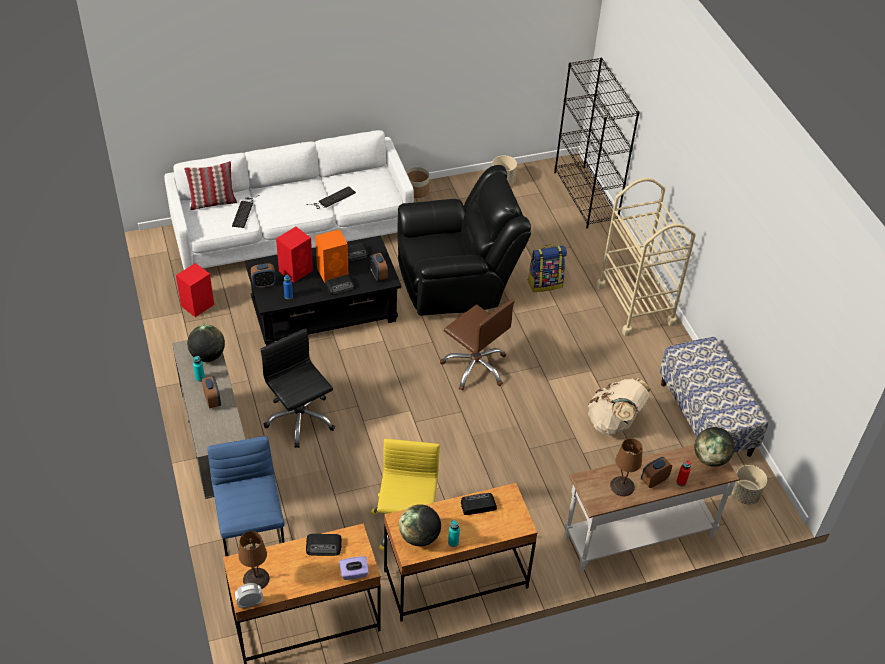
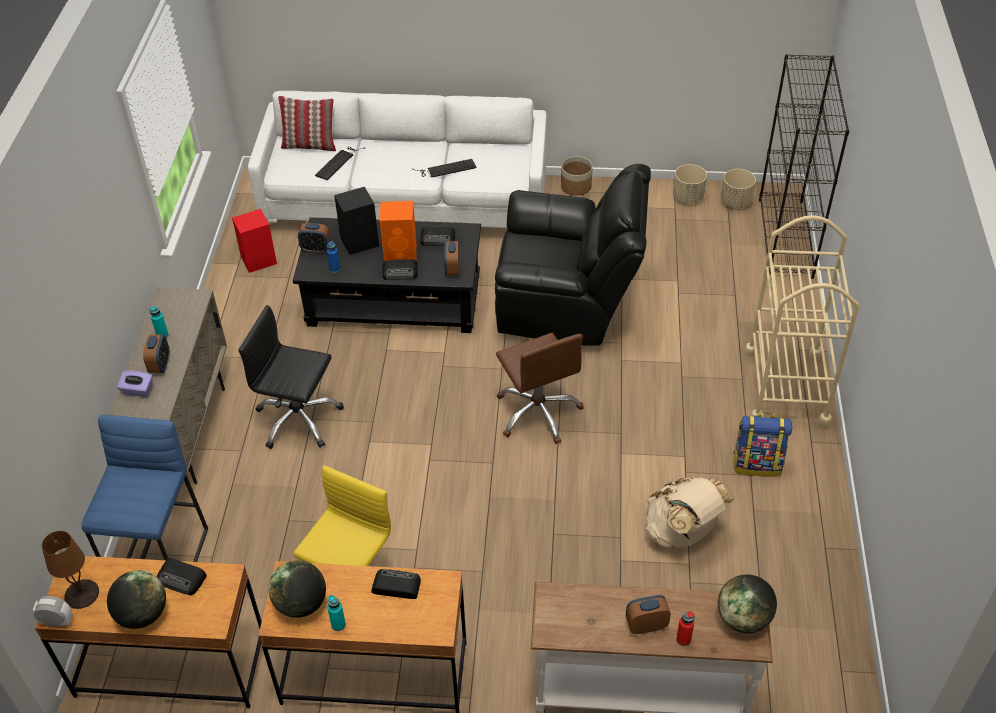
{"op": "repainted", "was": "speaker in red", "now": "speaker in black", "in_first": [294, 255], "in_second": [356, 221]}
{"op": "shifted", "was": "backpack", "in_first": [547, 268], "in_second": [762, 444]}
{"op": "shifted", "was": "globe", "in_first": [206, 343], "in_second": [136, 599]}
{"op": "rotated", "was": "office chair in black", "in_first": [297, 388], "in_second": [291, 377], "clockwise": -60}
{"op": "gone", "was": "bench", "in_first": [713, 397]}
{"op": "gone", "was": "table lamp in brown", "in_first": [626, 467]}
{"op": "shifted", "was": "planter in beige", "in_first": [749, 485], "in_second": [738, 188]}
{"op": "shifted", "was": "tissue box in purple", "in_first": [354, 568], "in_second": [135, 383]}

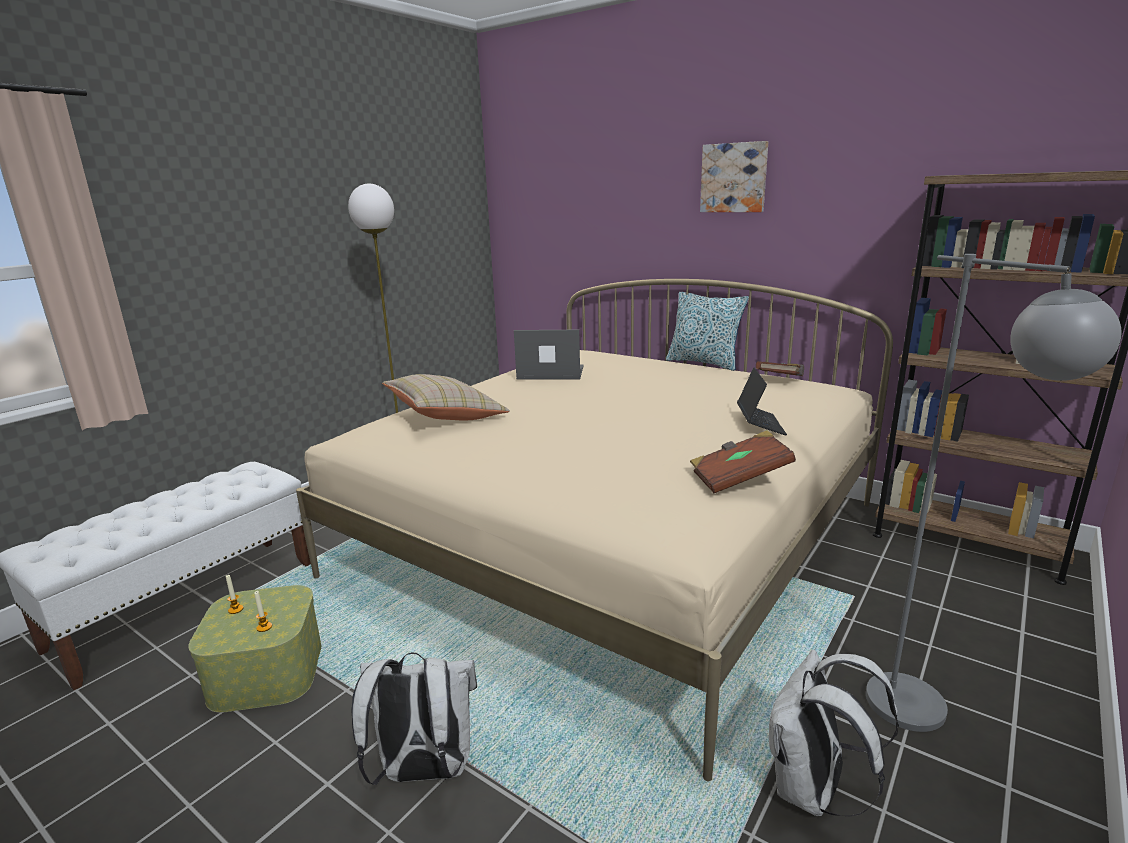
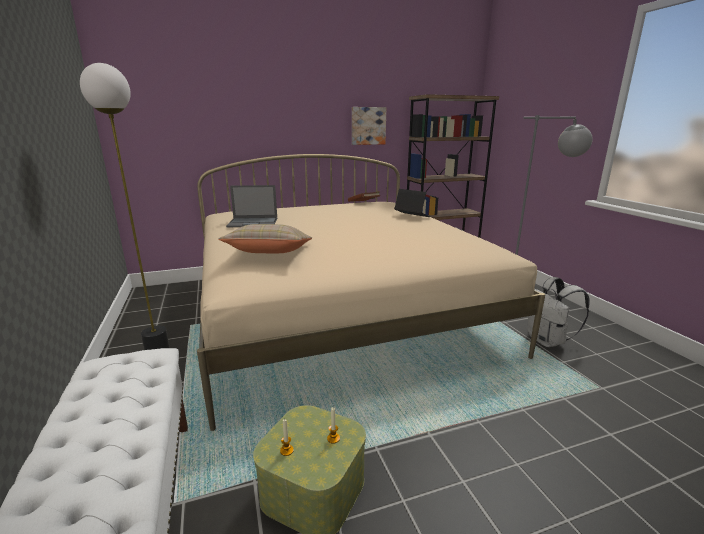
{"op": "shifted", "was": "picture", "in_first": [734, 176], "in_second": [369, 126]}
{"op": "gone", "was": "pillow", "in_first": [707, 331]}
{"op": "rotated", "was": "laptop", "in_first": [549, 355], "in_second": [251, 206], "clockwise": -135}
{"op": "gone", "was": "book in brown", "in_first": [743, 461]}
{"op": "gone", "was": "backpack in white", "in_first": [414, 718]}

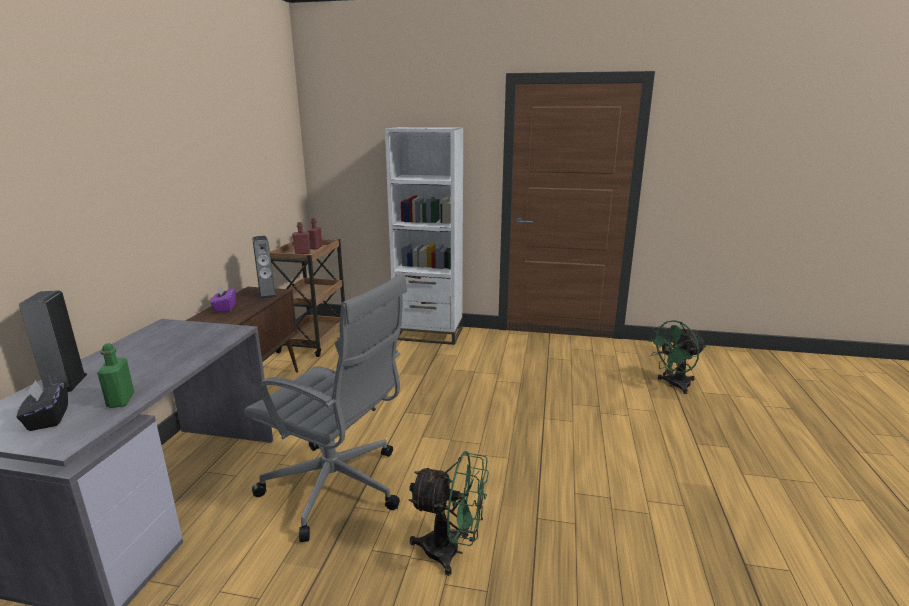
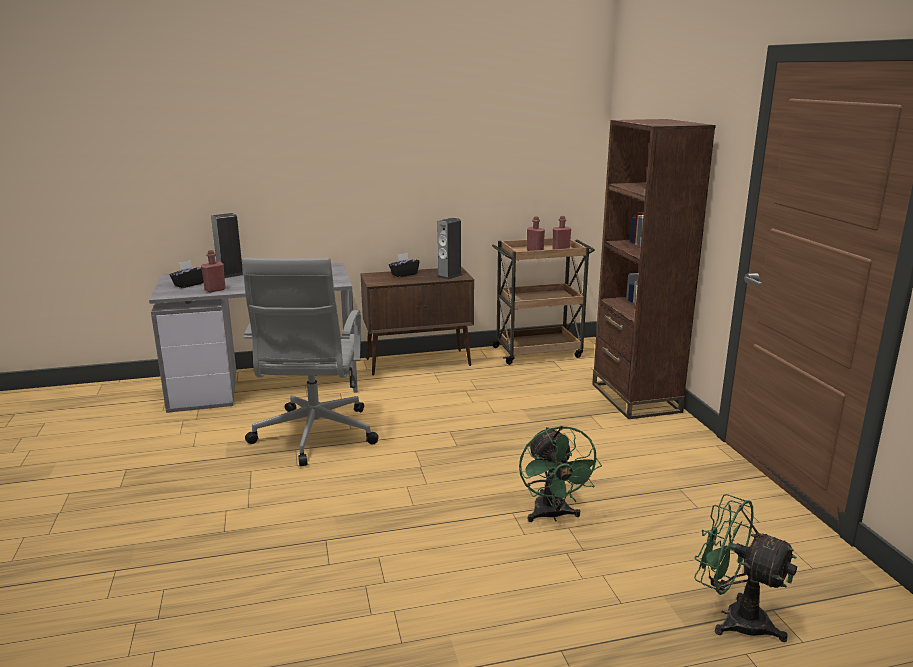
{"op": "repainted", "was": "bookcase in white", "now": "bookcase in brown", "in_first": [424, 236], "in_second": [654, 269]}
{"op": "repainted", "was": "tissue box in purple", "now": "tissue box in black", "in_first": [223, 299], "in_second": [404, 265]}
{"op": "repainted", "was": "bottle in green", "now": "bottle in red", "in_first": [115, 375], "in_second": [213, 271]}
{"op": "shifted", "was": "fan in green", "in_first": [449, 513], "in_second": [560, 474]}

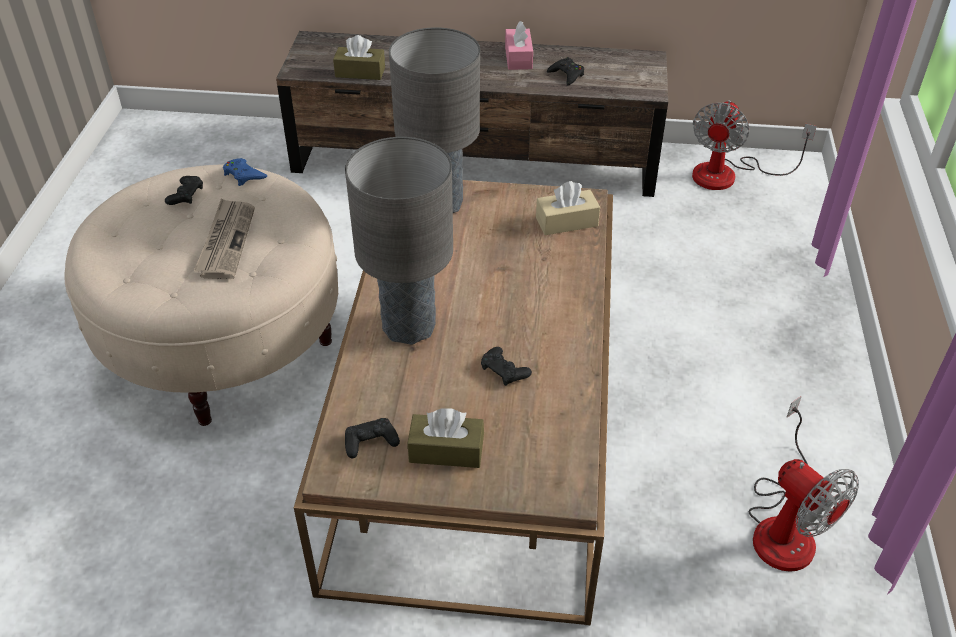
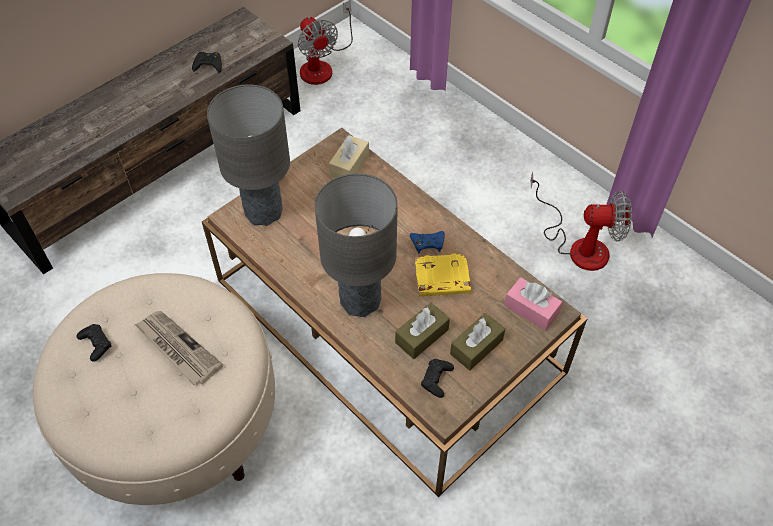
{"op": "shifted", "was": "tissue box in pink", "in_first": [519, 45], "in_second": [533, 304]}
{"op": "shifted", "was": "tissue box in brown", "in_first": [359, 57], "in_second": [422, 331]}
{"op": "shifted", "was": "game controller in blue", "in_first": [245, 172], "in_second": [427, 242]}
{"op": "swapped", "was": "game controller in black", "now": "book in yellow", "in_first": [506, 366], "in_second": [442, 275]}

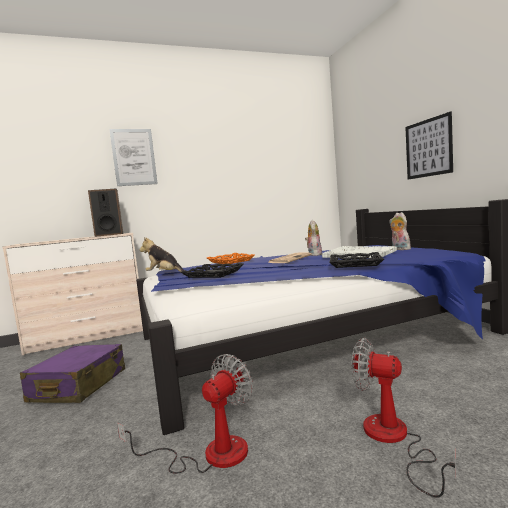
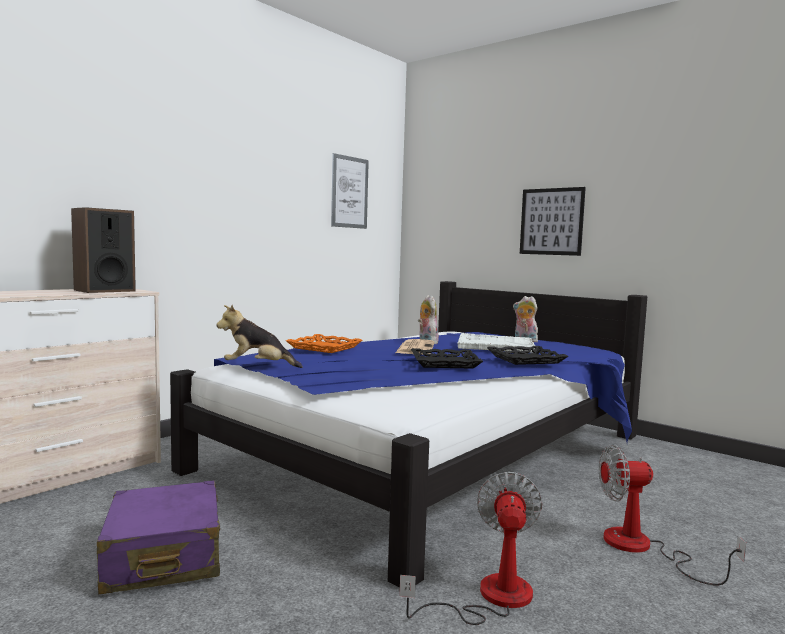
{"op": "shifted", "was": "picture", "in_first": [133, 157], "in_second": [350, 191]}
{"op": "shifted", "was": "tray in black", "in_first": [212, 270], "in_second": [447, 358]}

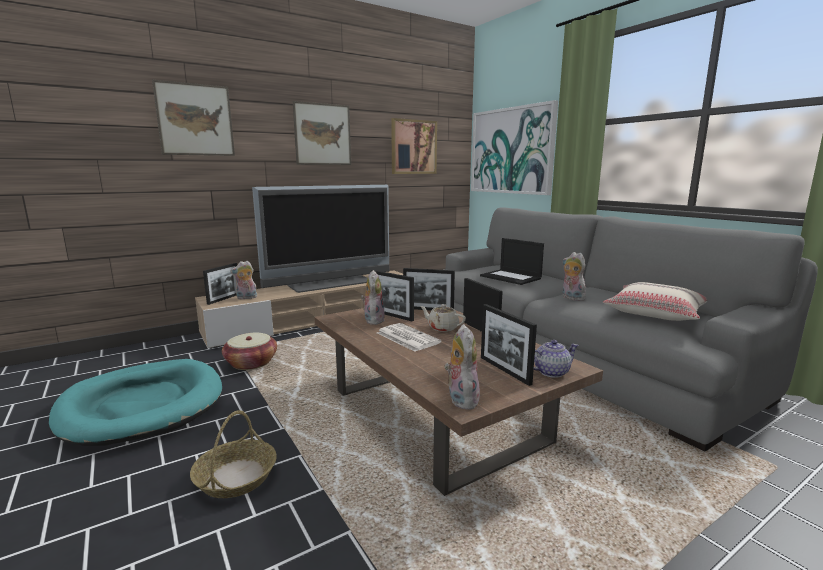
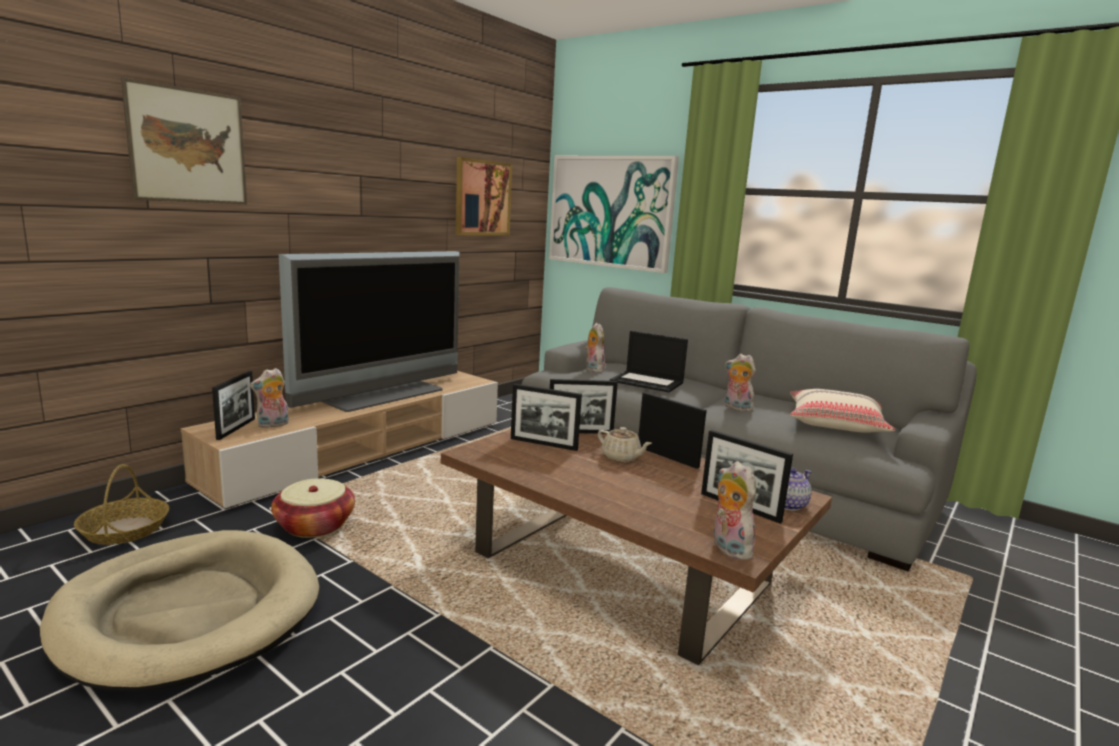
{"op": "gone", "was": "picture", "in_first": [322, 133]}
{"op": "shifted", "was": "plush toy", "in_first": [373, 297], "in_second": [595, 348]}
{"op": "rotated", "was": "teapot in beige", "in_first": [443, 318], "in_second": [625, 444], "clockwise": -150}
{"op": "gone", "was": "newspaper", "in_first": [409, 337]}
{"op": "repainted", "was": "dog bed in turquoise", "now": "dog bed in beige", "in_first": [135, 402], "in_second": [179, 610]}
{"op": "shifted", "was": "basket", "in_first": [233, 454], "in_second": [121, 504]}

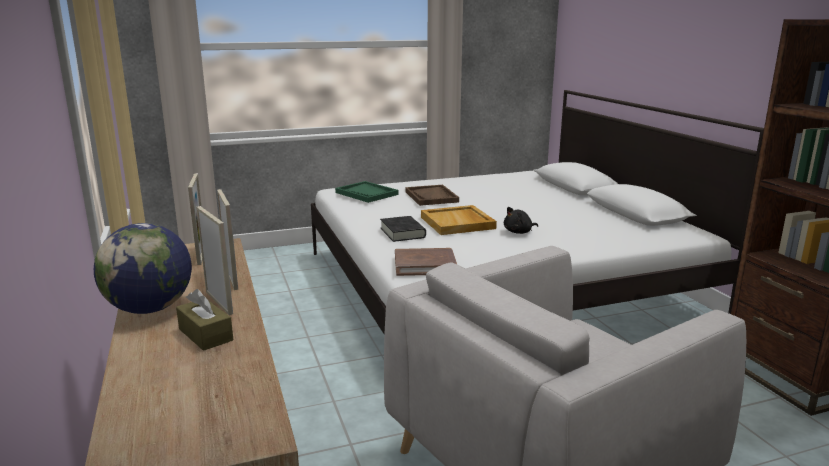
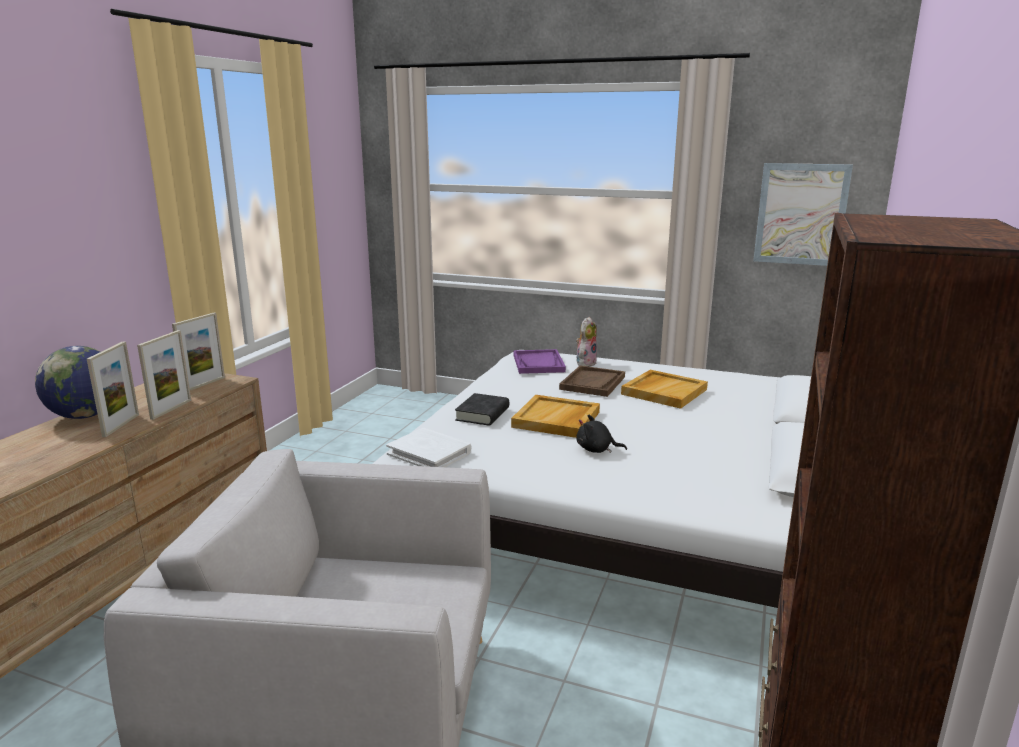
{"op": "repainted", "was": "tray in green", "now": "tray in purple", "in_first": [366, 192], "in_second": [540, 361]}
{"op": "repainted", "was": "book in brown", "now": "book in white", "in_first": [426, 262], "in_second": [429, 447]}
{"op": "gone", "was": "tissue box in brown", "in_first": [204, 320]}
{"op": "new", "now": "picture", "in_second": [803, 214]}
{"op": "new", "now": "plush toy", "in_second": [586, 342]}
{"op": "new", "now": "tray in beige", "in_second": [664, 389]}

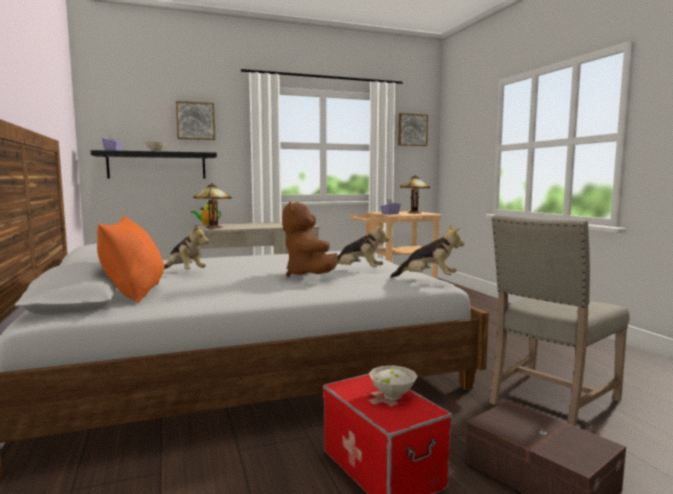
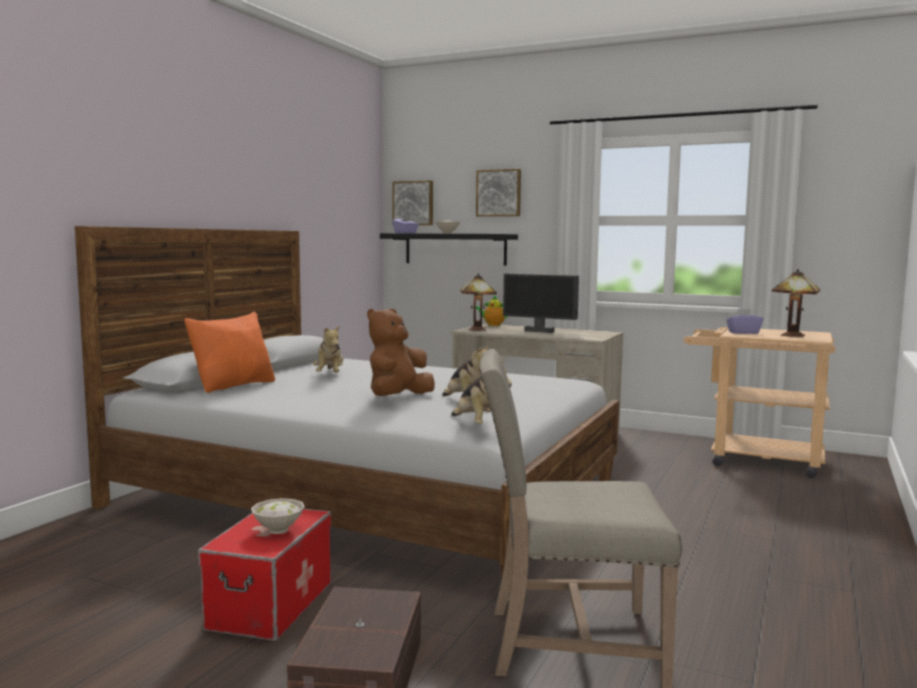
{"op": "shifted", "was": "picture", "in_first": [413, 129], "in_second": [412, 202]}
{"op": "new", "now": "monitor", "in_second": [541, 303]}

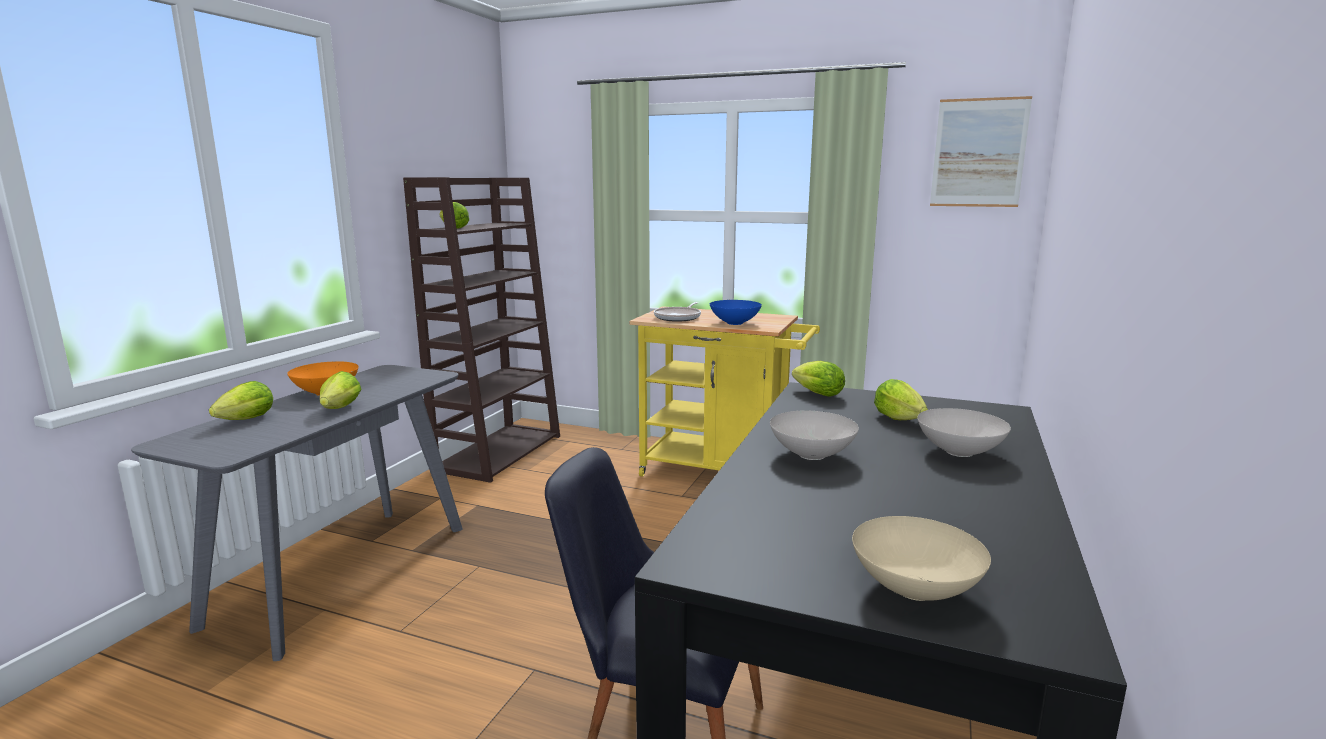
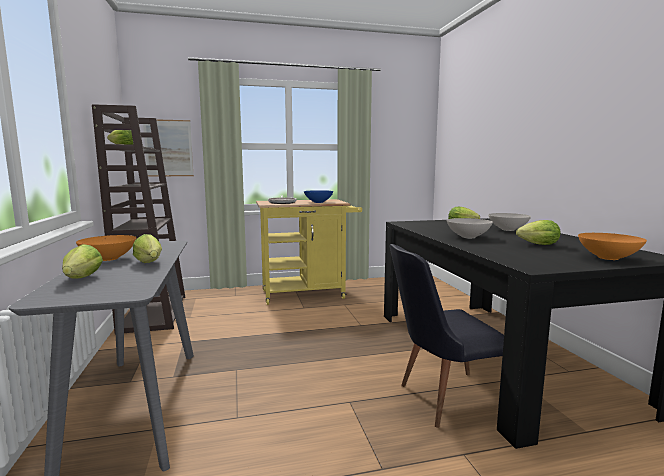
{"op": "shifted", "was": "picture", "in_first": [981, 151], "in_second": [168, 148]}
{"op": "shifted", "was": "lettuce", "in_first": [818, 378], "in_second": [538, 232]}
{"op": "repainted", "was": "bowl in beige", "now": "bowl in orange", "in_first": [921, 558], "in_second": [612, 246]}

